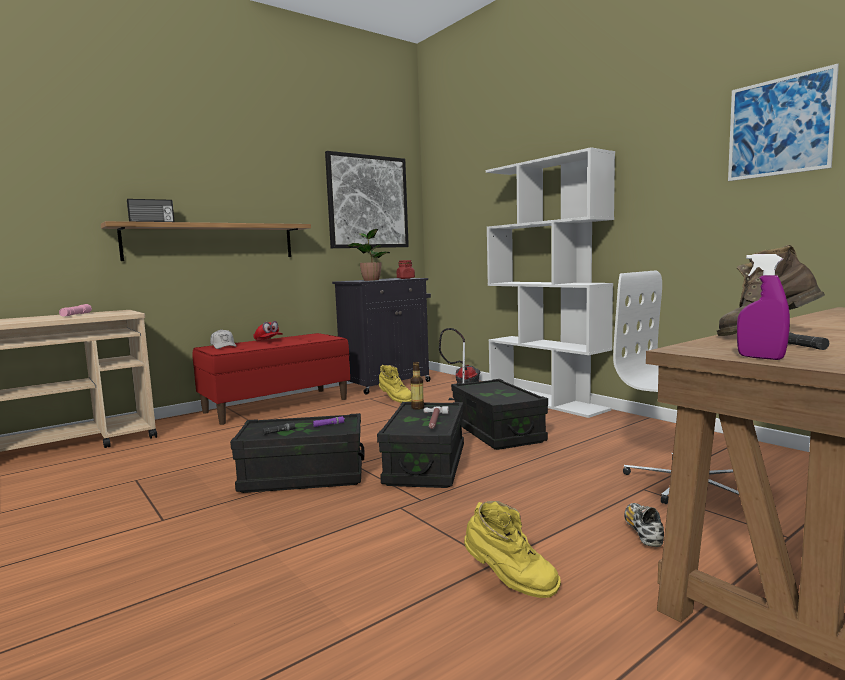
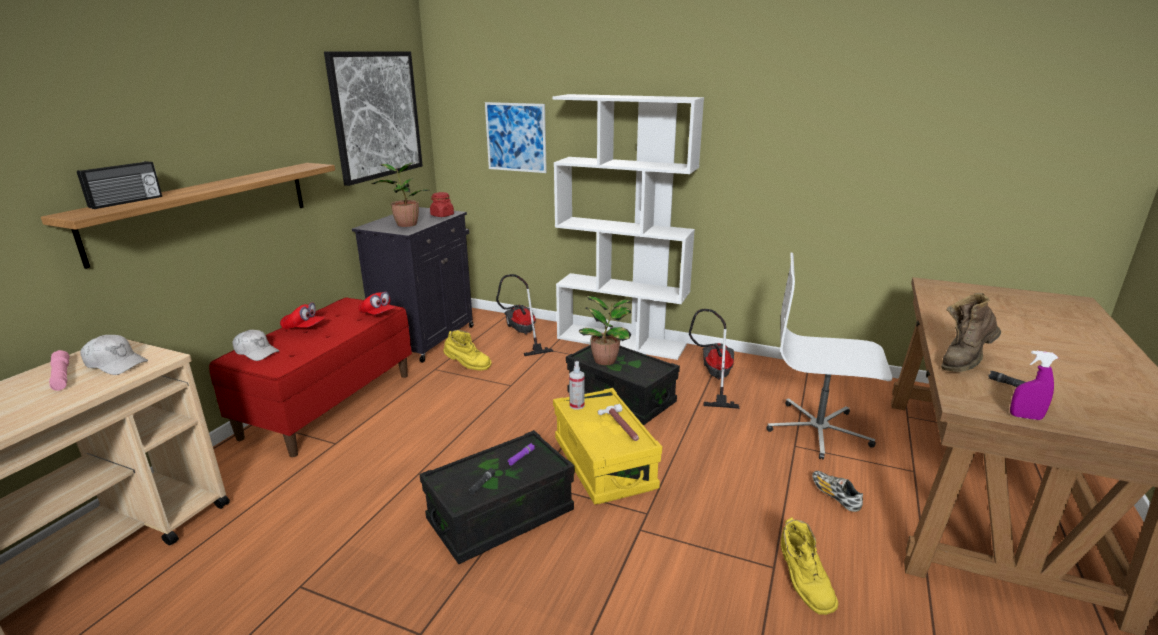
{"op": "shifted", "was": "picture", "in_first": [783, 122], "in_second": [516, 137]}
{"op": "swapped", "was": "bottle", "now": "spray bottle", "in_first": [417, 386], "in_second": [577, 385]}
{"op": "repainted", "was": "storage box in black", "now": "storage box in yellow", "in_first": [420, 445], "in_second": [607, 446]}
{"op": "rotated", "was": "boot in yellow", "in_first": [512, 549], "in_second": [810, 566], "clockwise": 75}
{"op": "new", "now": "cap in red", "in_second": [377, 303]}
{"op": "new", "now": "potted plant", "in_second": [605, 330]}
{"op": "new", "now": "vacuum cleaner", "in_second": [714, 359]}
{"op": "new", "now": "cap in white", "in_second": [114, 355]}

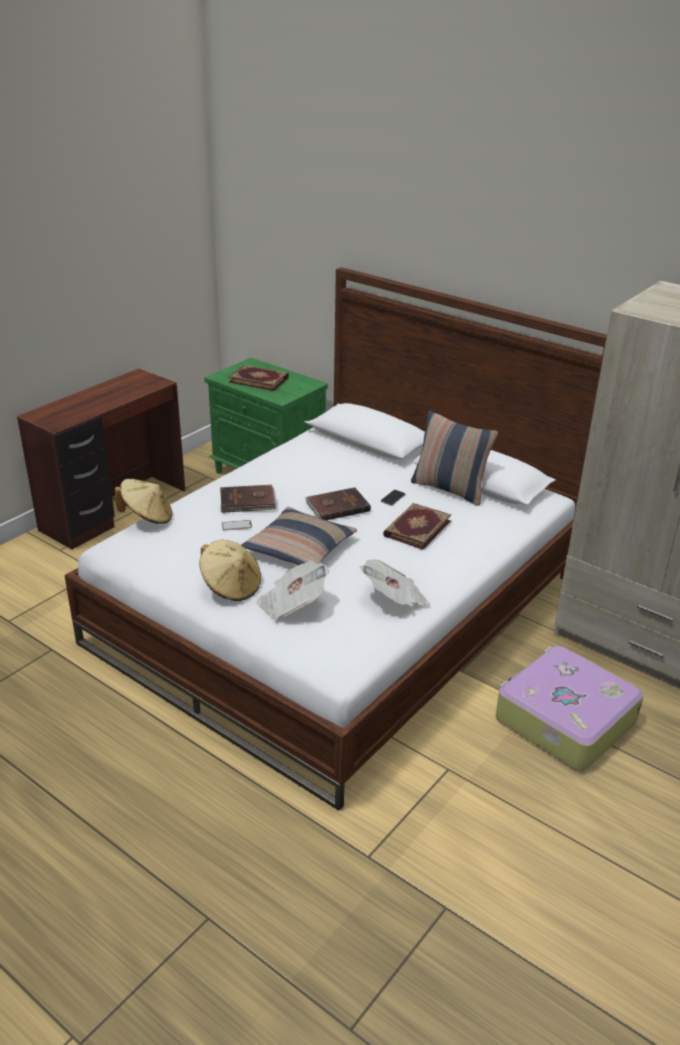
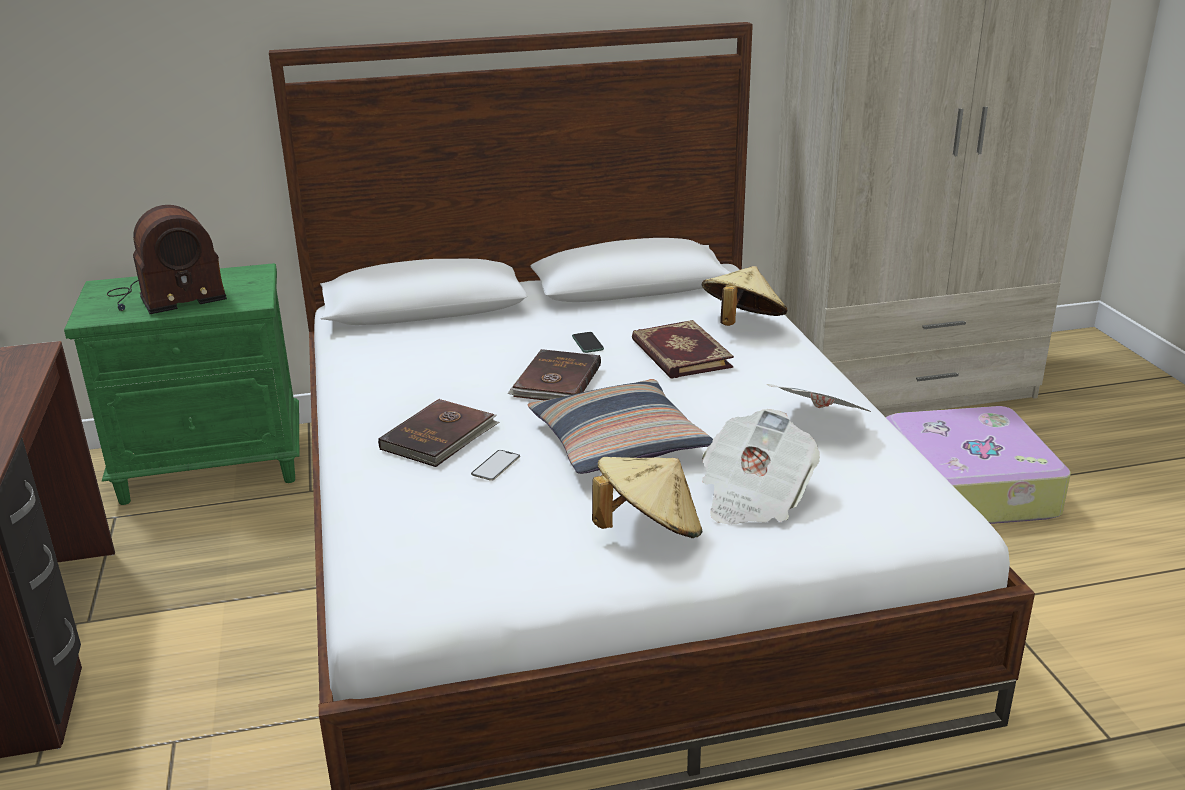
{"op": "swapped", "was": "book", "now": "radio", "in_first": [259, 378], "in_second": [167, 259]}
{"op": "gone", "was": "pillow", "in_first": [454, 458]}
{"op": "shifted", "was": "hat in beige", "in_first": [143, 501], "in_second": [744, 296]}

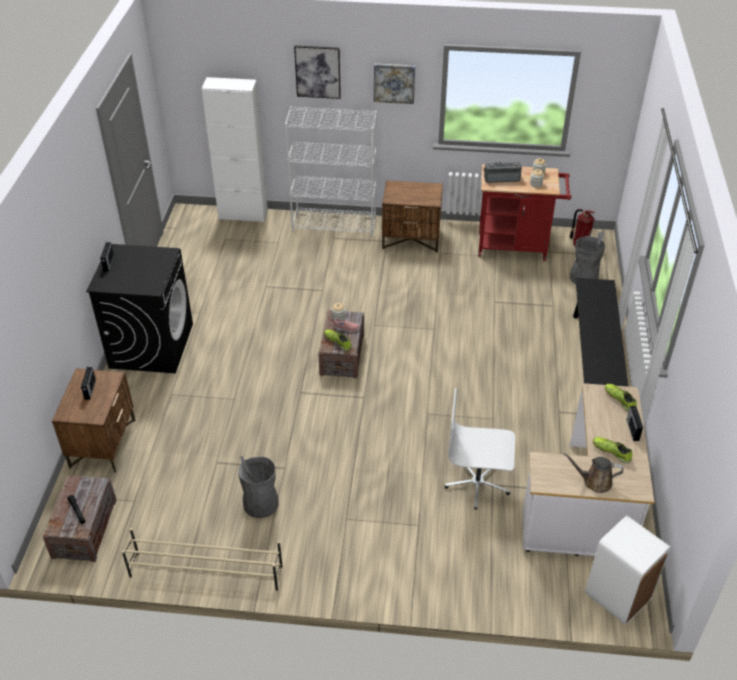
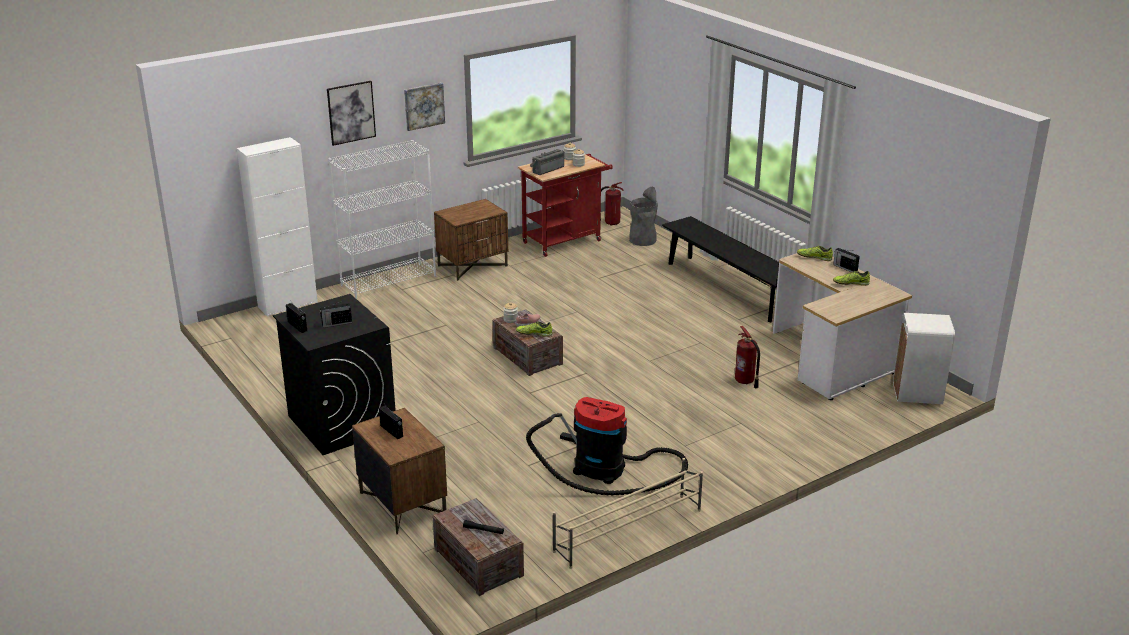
{"op": "swapped", "was": "office chair in white", "now": "fire extinguisher", "in_first": [480, 449], "in_second": [747, 357]}
{"op": "gone", "was": "watering can in brown", "in_first": [593, 473]}
{"op": "swapped", "was": "trash can in grey", "now": "vacuum cleaner", "in_first": [258, 487], "in_second": [607, 446]}
{"op": "new", "now": "radio", "in_second": [335, 314]}

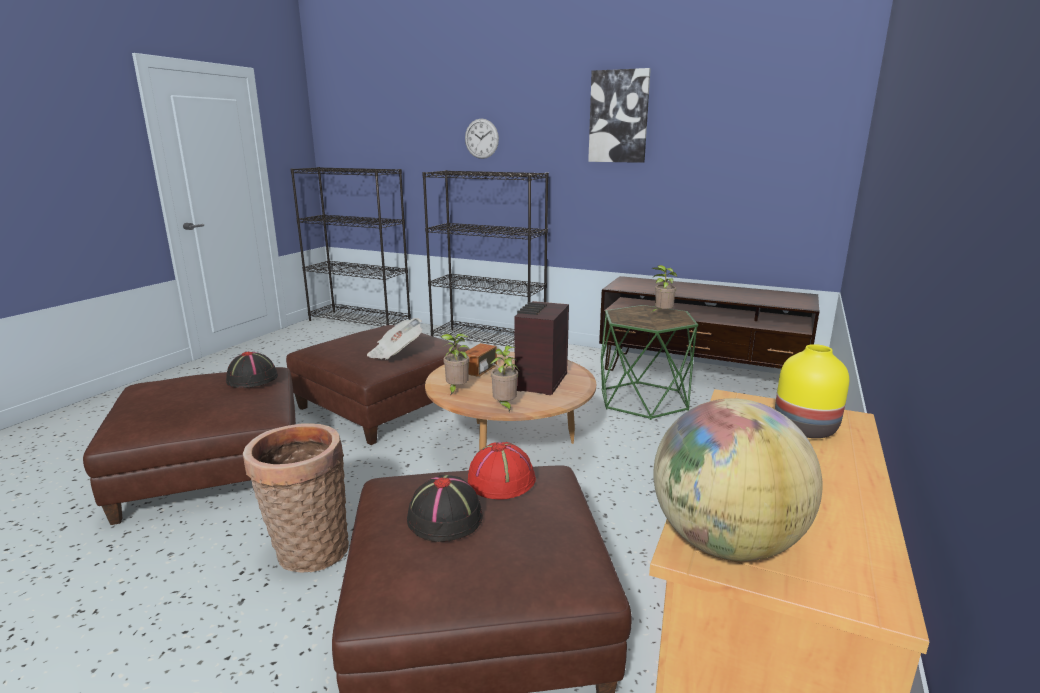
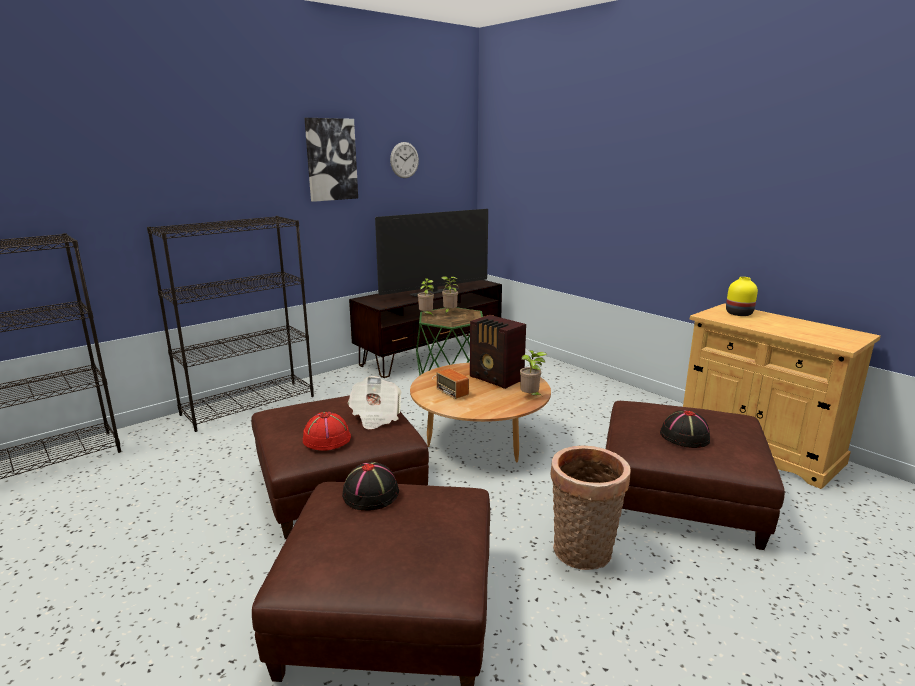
{"op": "shifted", "was": "wall clock", "in_first": [482, 139], "in_second": [404, 160]}
{"op": "shifted", "was": "potted plant", "in_first": [455, 364], "in_second": [426, 297]}
{"op": "gone", "was": "globe", "in_first": [737, 479]}
{"op": "shifted", "was": "hat in red", "in_first": [502, 471], "in_second": [327, 431]}
{"op": "new", "now": "television", "in_second": [431, 253]}

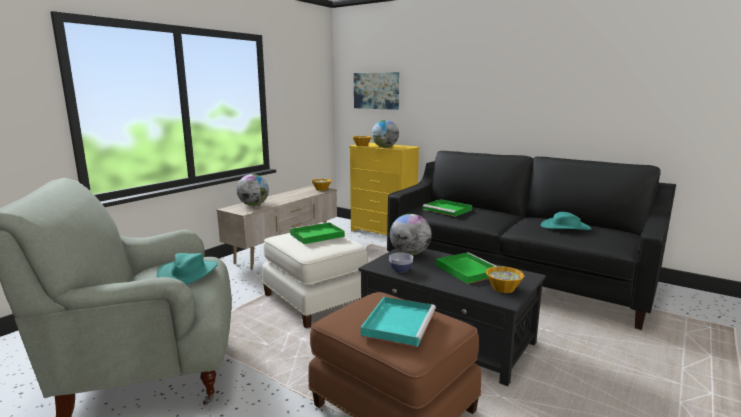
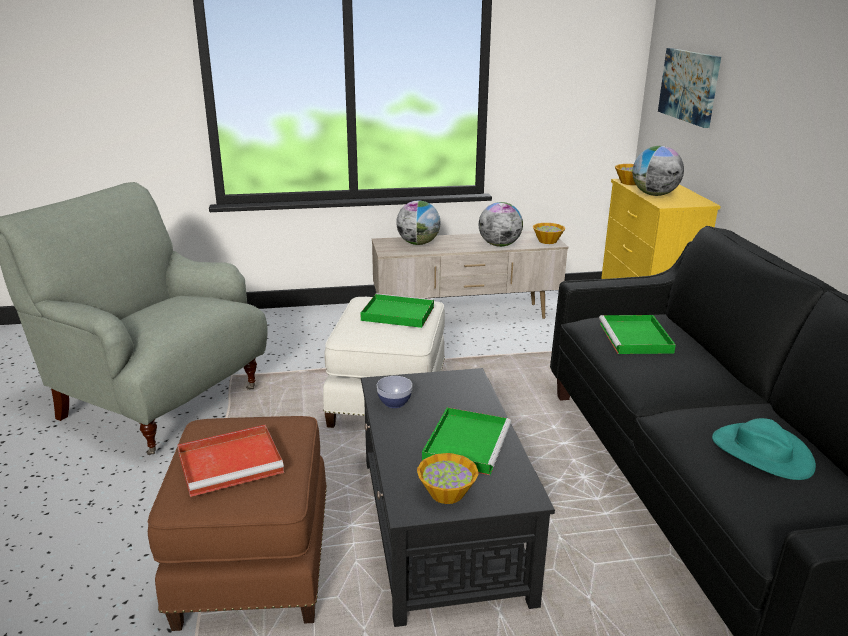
{"op": "shifted", "was": "globe", "in_first": [411, 234], "in_second": [501, 224]}
{"op": "gone", "was": "hat in turquoise", "in_first": [187, 269]}
{"op": "repainted", "was": "tray in turquoise", "now": "tray in red", "in_first": [398, 322], "in_second": [230, 461]}

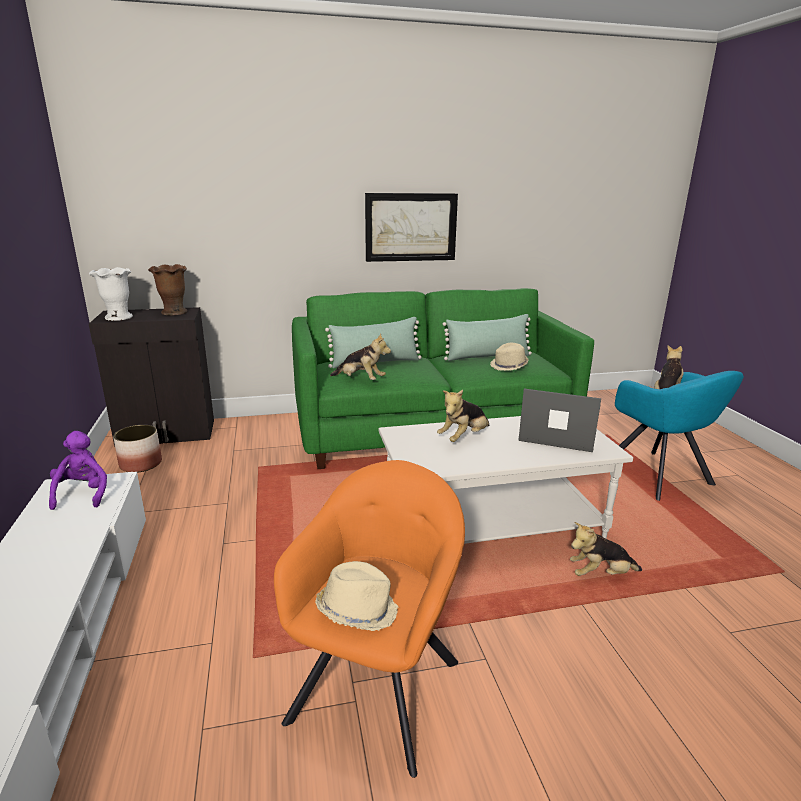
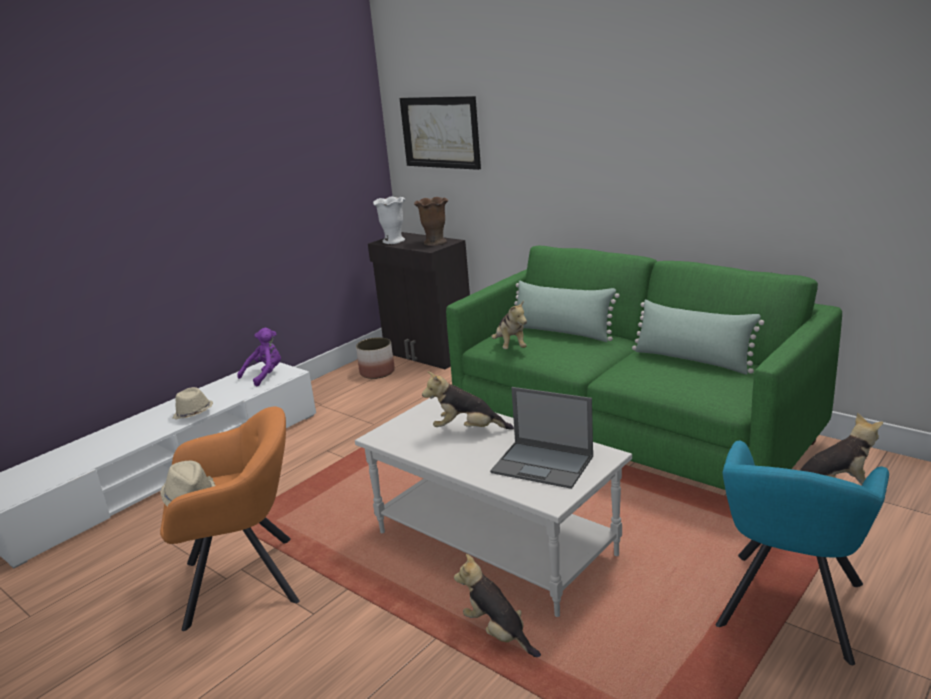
{"op": "shifted", "was": "picture", "in_first": [411, 227], "in_second": [440, 133]}
{"op": "shifted", "was": "hat in beige", "in_first": [509, 357], "in_second": [192, 403]}
{"op": "rotated", "was": "laptop", "in_first": [559, 420], "in_second": [541, 438], "clockwise": 135}

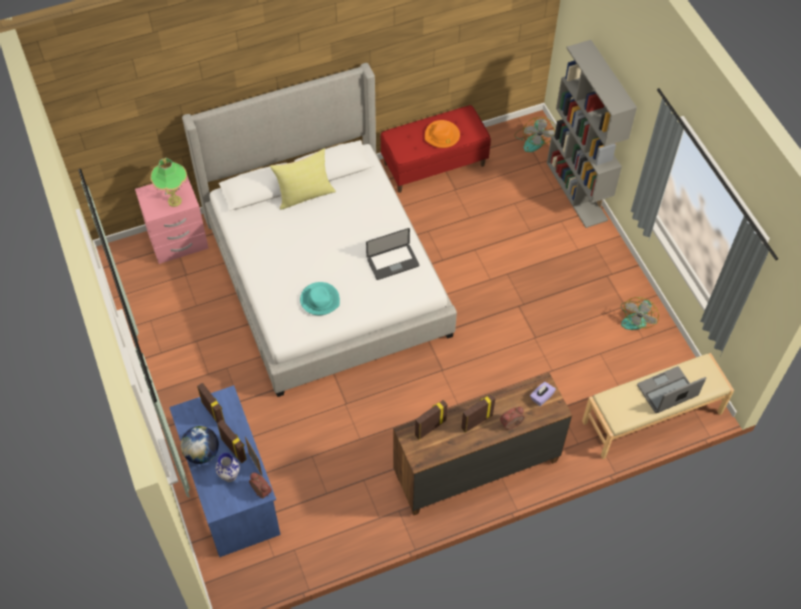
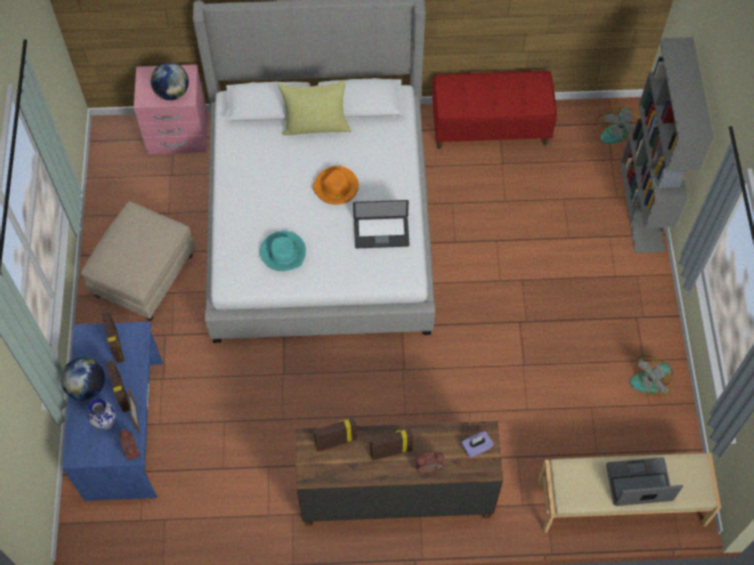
{"op": "shifted", "was": "hat in orange", "in_first": [442, 134], "in_second": [335, 185]}
{"op": "swapped", "was": "table lamp", "now": "globe", "in_first": [168, 182], "in_second": [170, 81]}
{"op": "new", "now": "ottoman in beige", "in_second": [138, 261]}

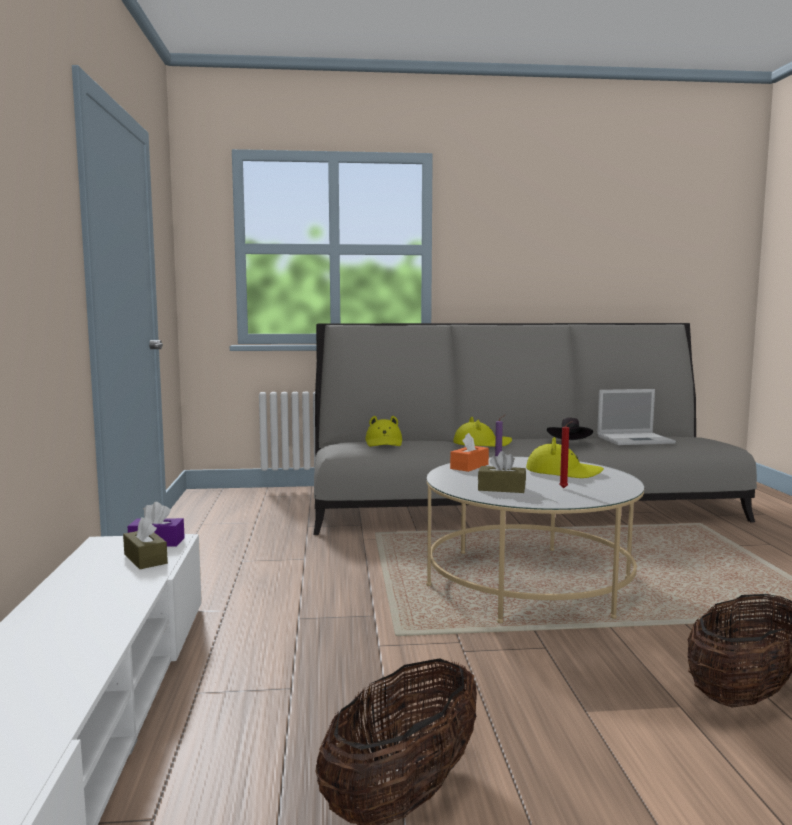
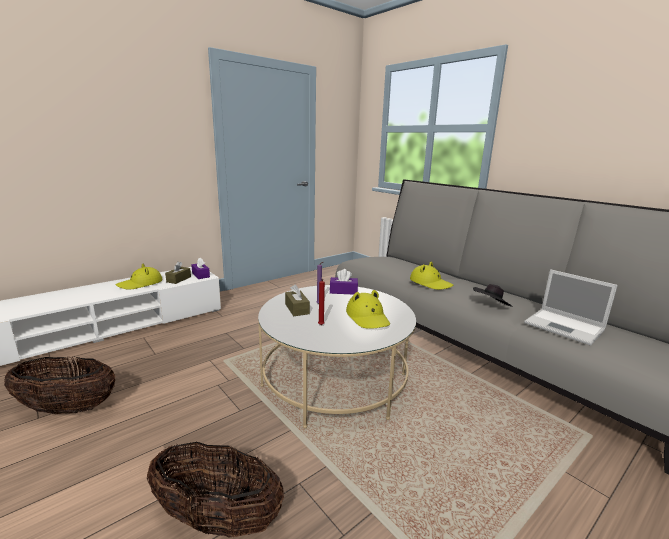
{"op": "shifted", "was": "hat in yellow", "in_first": [383, 431], "in_second": [139, 276]}
{"op": "repainted", "was": "tissue box in orange", "now": "tissue box in purple", "in_first": [469, 452], "in_second": [344, 282]}

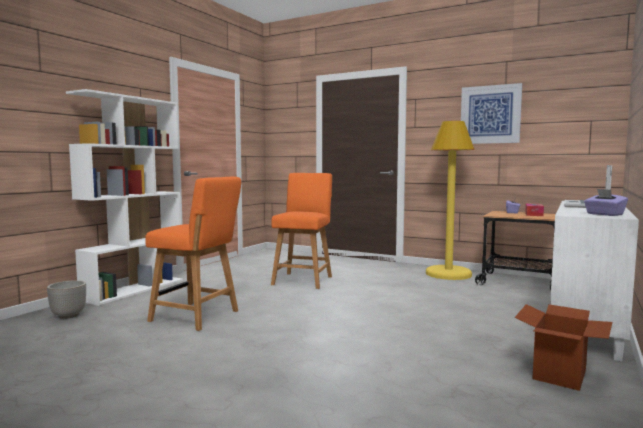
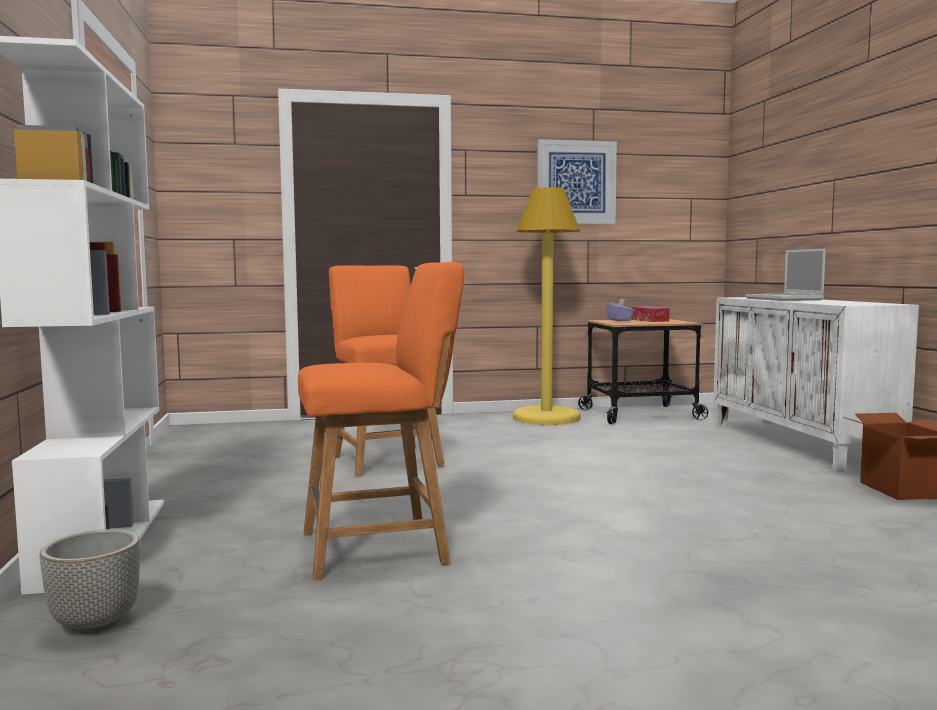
{"op": "gone", "was": "tissue box in purple", "in_first": [606, 202]}

